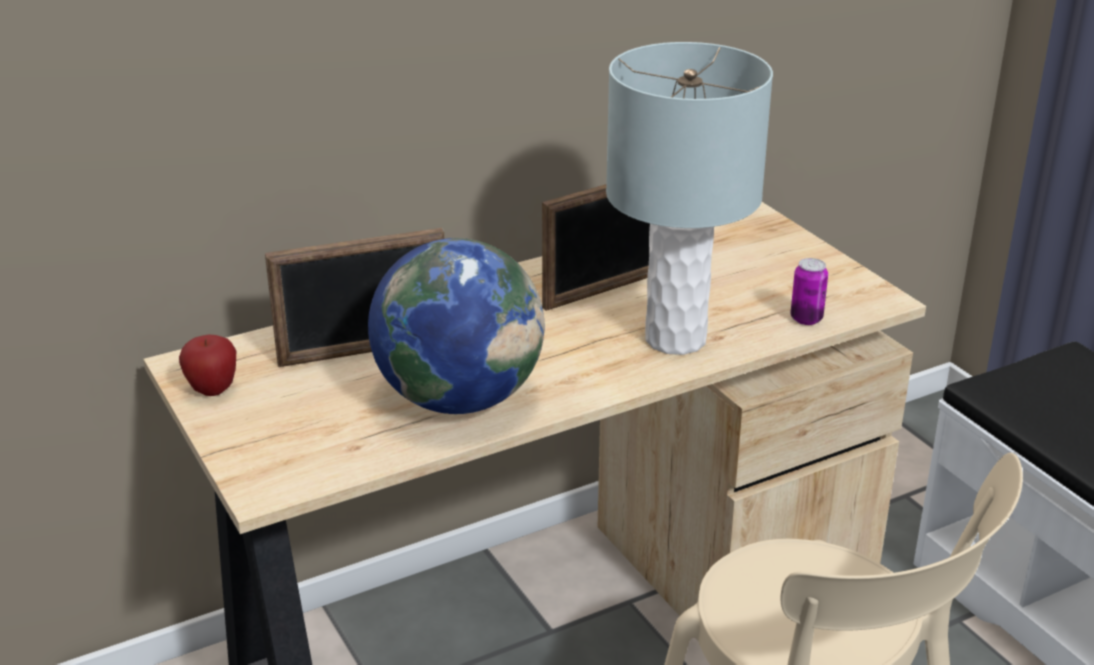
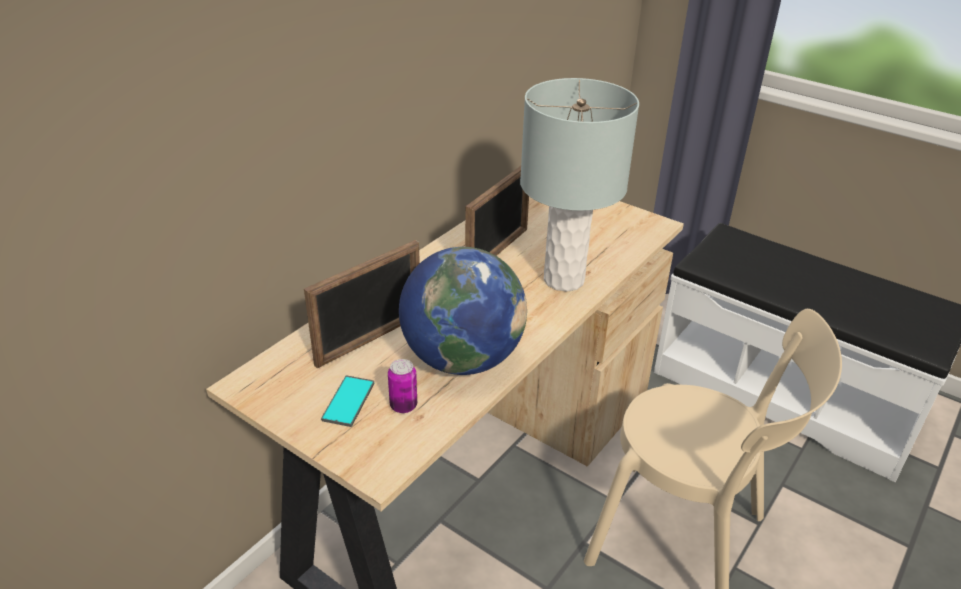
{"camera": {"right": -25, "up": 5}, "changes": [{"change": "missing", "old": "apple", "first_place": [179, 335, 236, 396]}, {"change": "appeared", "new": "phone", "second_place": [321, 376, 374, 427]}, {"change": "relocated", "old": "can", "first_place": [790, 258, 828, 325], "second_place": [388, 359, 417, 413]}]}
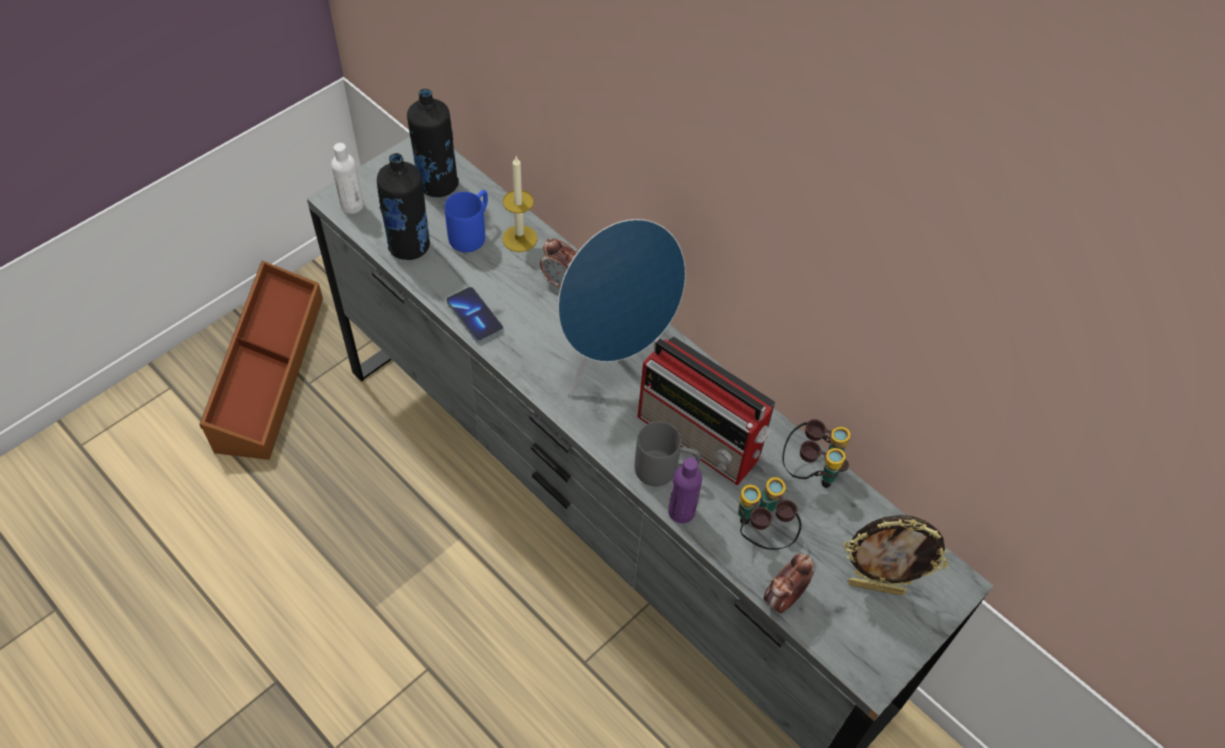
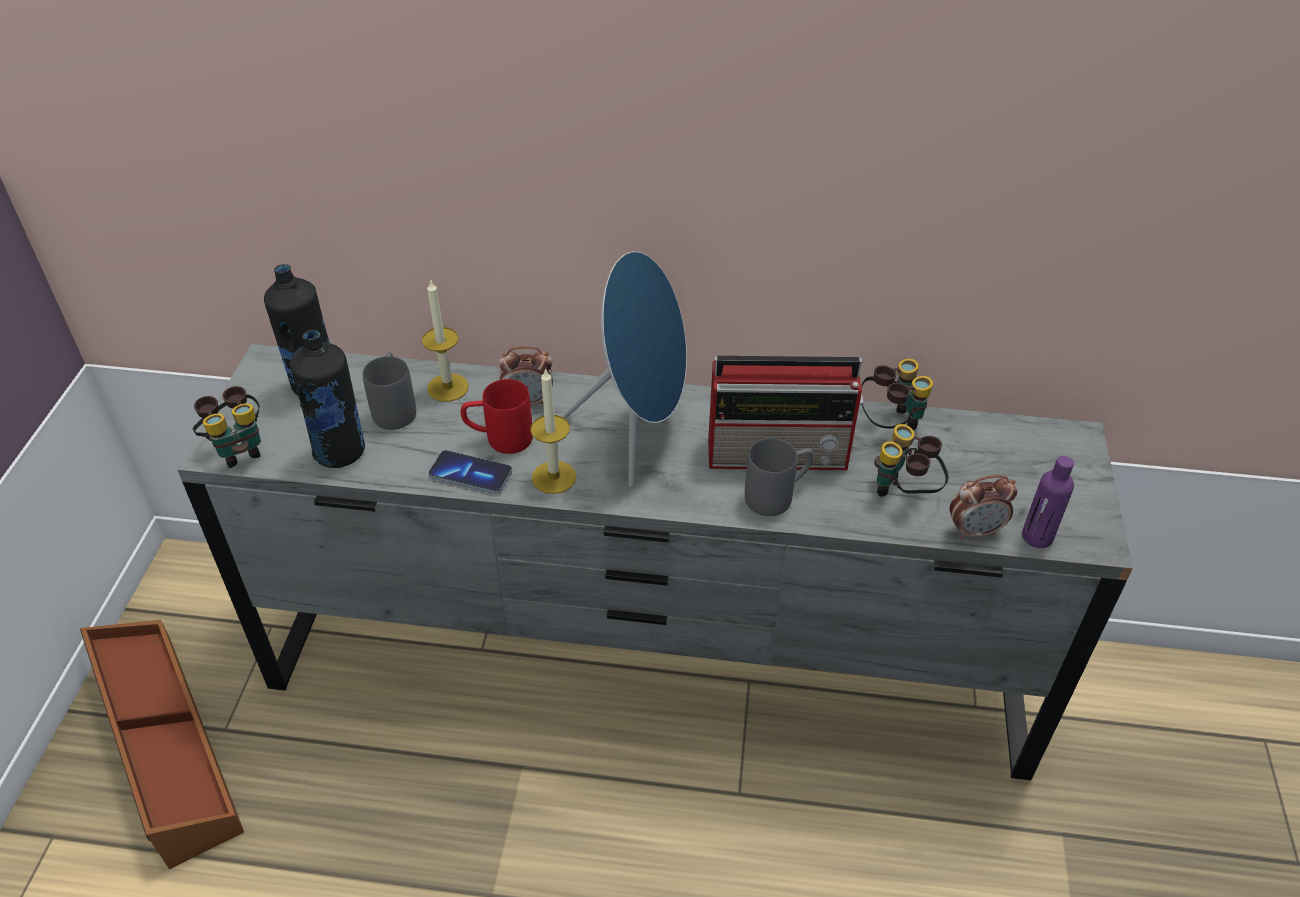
{"camera": {"right": -35, "up": -10}, "changes": [{"change": "missing", "old": "picture frame", "first_place": [843, 515, 949, 595]}, {"change": "appeared", "new": "red mug", "second_place": [461, 379, 533, 454]}, {"change": "appeared", "new": "candle", "second_place": [530, 368, 576, 494]}, {"change": "relocated", "old": "purple bottle", "first_place": [668, 457, 702, 523], "second_place": [1022, 456, 1074, 548]}, {"change": "exchanged", "old": "white bottle", "new": "binoculars", "first_place": [331, 143, 364, 214], "second_place": [193, 386, 261, 468]}, {"change": "colour", "old": "blue mug", "new": "grey mug", "first_place": [445, 190, 488, 252], "second_place": [362, 352, 416, 430]}, {"change": "spun", "old": "alarm clock", "first_place": [764, 554, 814, 614], "second_place": [949, 475, 1018, 540], "degrees": -105}]}
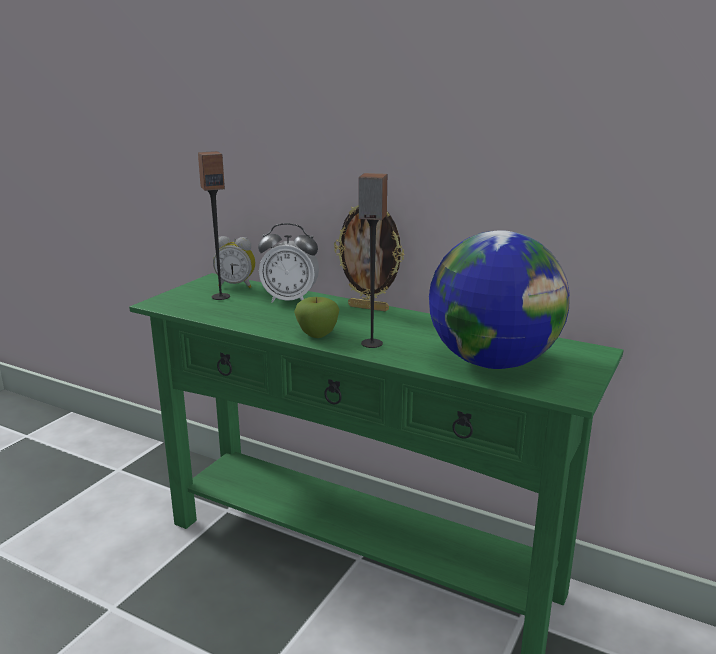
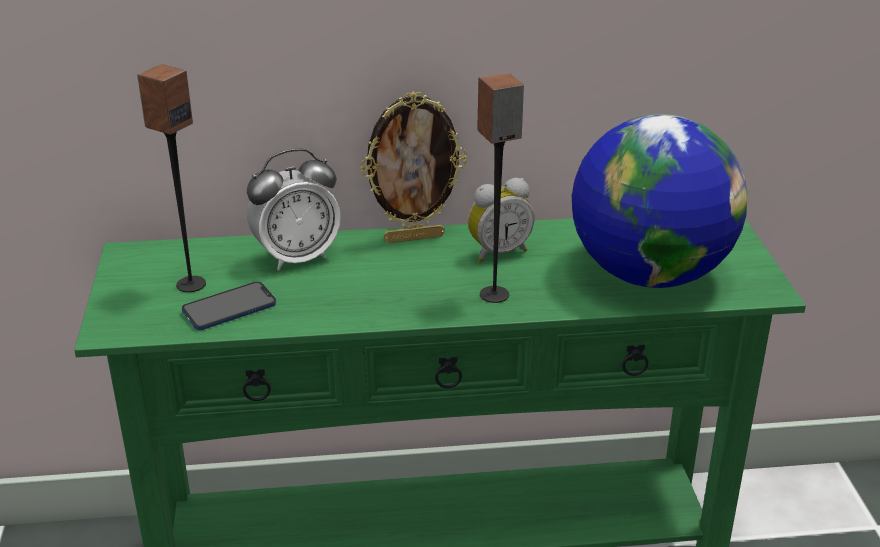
{"camera": {"right": -35, "up": 10}, "changes": [{"change": "missing", "old": "apple", "first_place": [294, 297, 340, 338]}, {"change": "appeared", "new": "phone", "second_place": [182, 282, 276, 330]}, {"change": "relocated", "old": "alarm clock", "first_place": [213, 236, 256, 288], "second_place": [468, 178, 535, 263]}]}
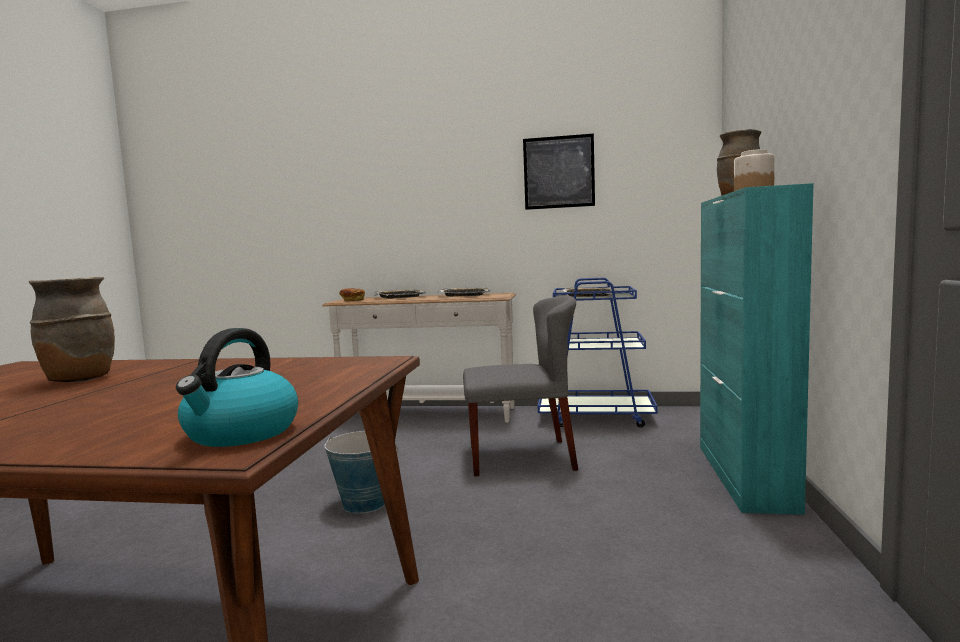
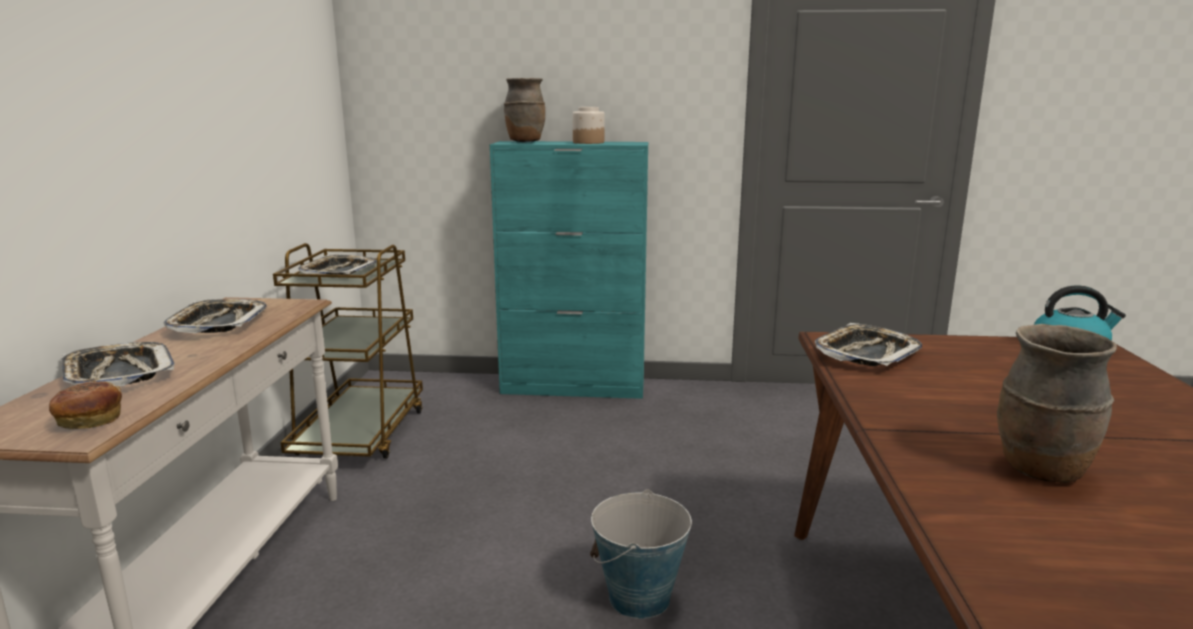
{"camera": {"right": -95, "up": 10}, "changes": [{"change": "missing", "old": "grey chair", "first_place": [463, 296, 578, 477]}, {"change": "missing", "old": "picture", "first_place": [523, 134, 595, 210]}, {"change": "appeared", "new": "tray", "second_place": [815, 323, 922, 366]}, {"change": "colour", "old": "blue cart", "new": "brown cart", "first_place": [538, 278, 658, 428], "second_place": [273, 243, 423, 459]}]}
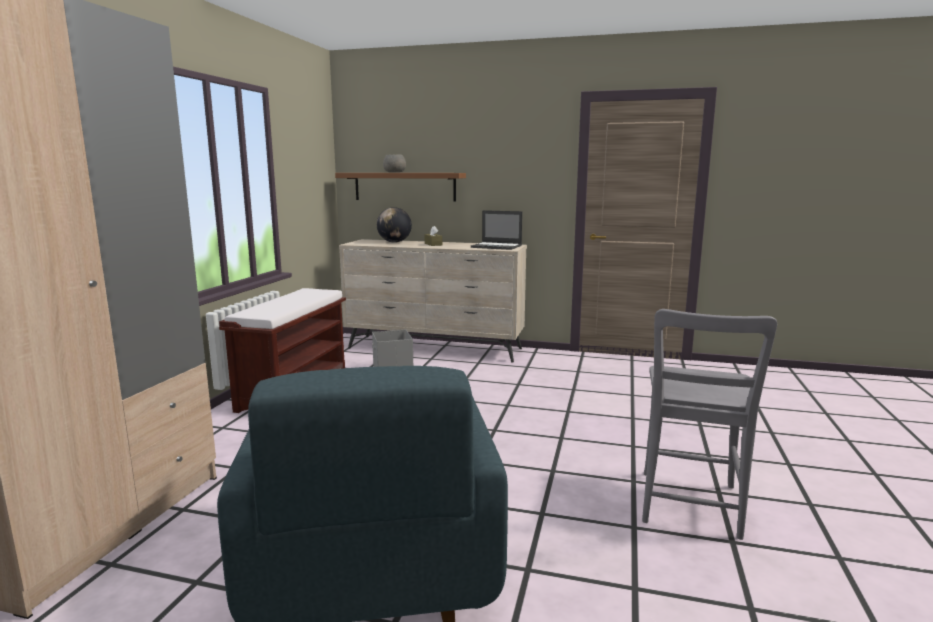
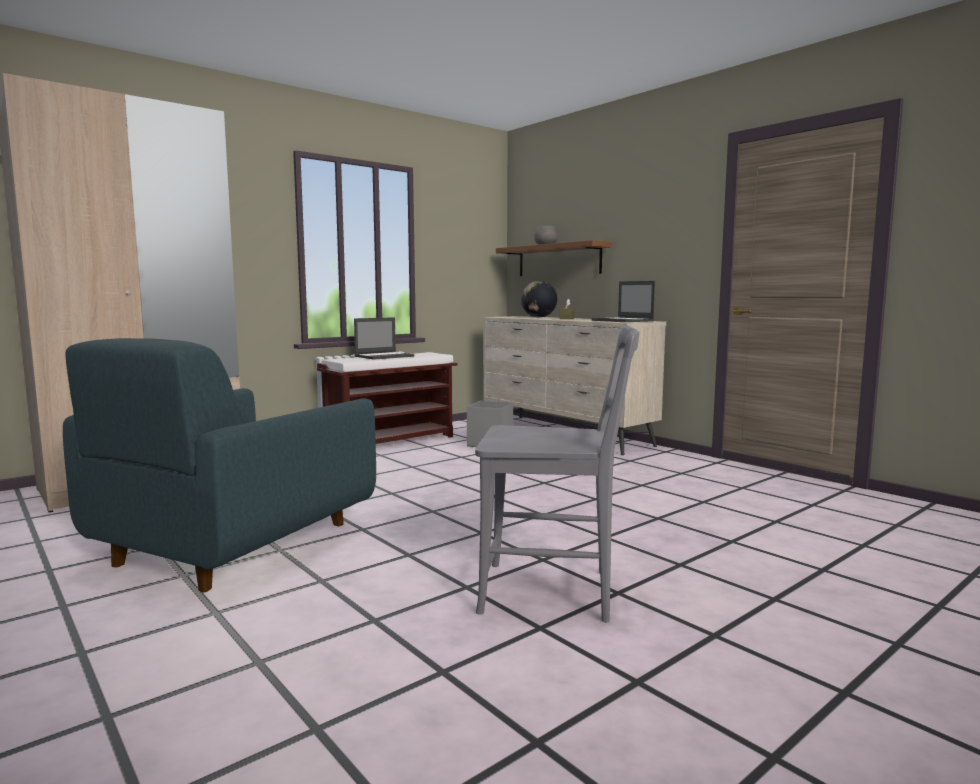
{"camera": {"right": 35, "up": -5}, "changes": [{"change": "appeared", "new": "laptop", "second_place": [354, 317, 415, 359]}, {"change": "spun", "old": "grey chair", "first_place": [642, 309, 777, 540], "second_place": [475, 325, 640, 622], "degrees": -135}]}
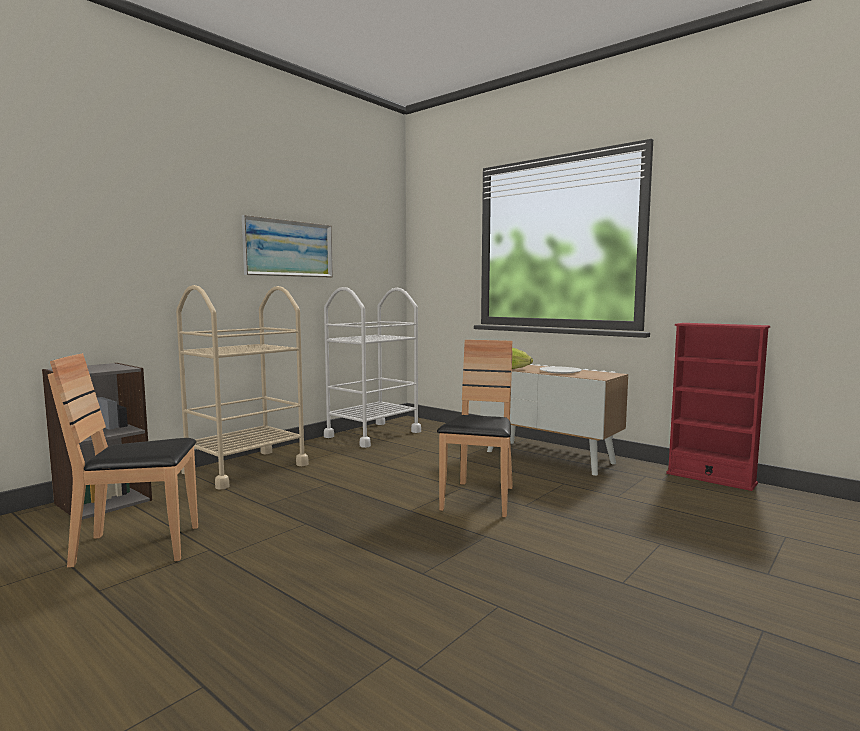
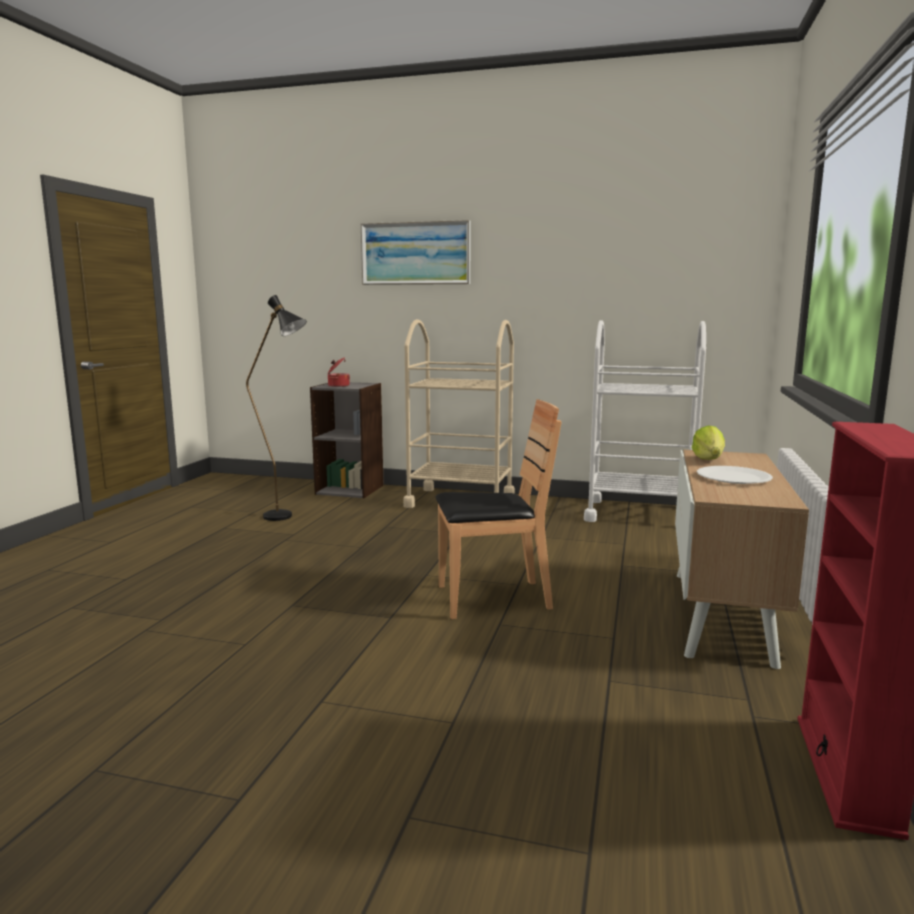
{"camera": {"right": 65, "up": 5}, "changes": [{"change": "appeared", "new": "cooking pot", "second_place": [328, 357, 350, 387]}, {"change": "relocated", "old": "picture", "first_place": [242, 215, 333, 277], "second_place": [361, 220, 471, 285]}, {"change": "exchanged", "old": "brown chair", "new": "black floor lamp", "first_place": [48, 353, 198, 568], "second_place": [246, 295, 307, 521]}]}
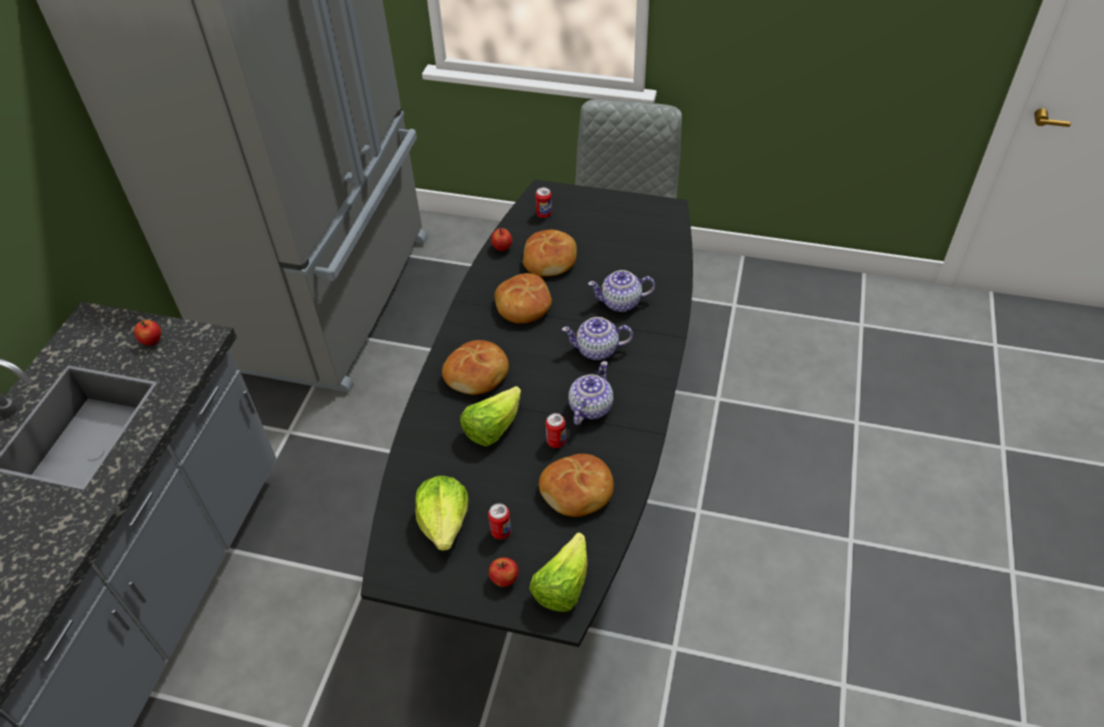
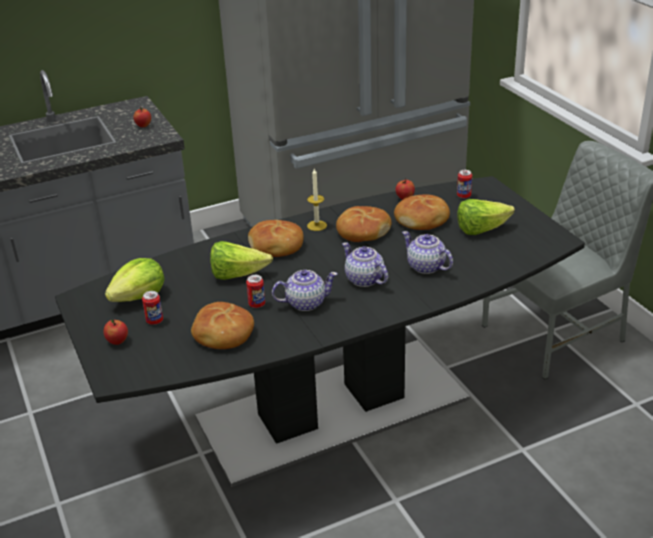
{"camera": {"right": 50, "up": -15}, "changes": [{"change": "appeared", "new": "candle", "second_place": [307, 169, 327, 231]}, {"change": "relocated", "old": "lettuce", "first_place": [529, 533, 588, 612], "second_place": [457, 199, 515, 235]}]}
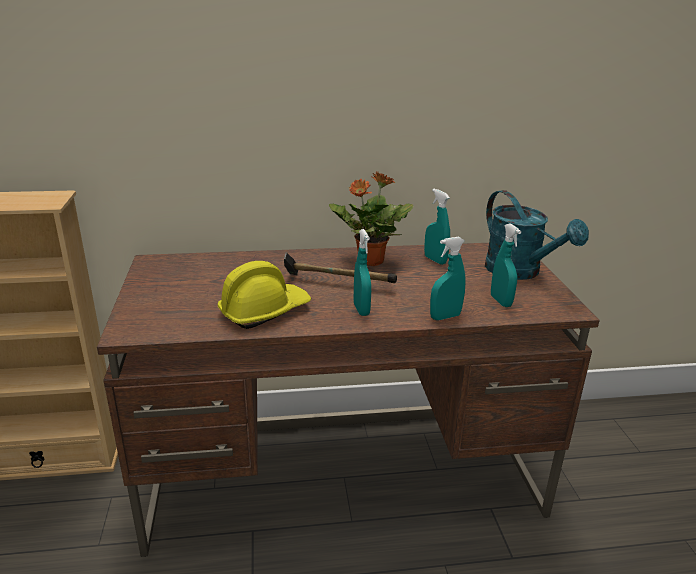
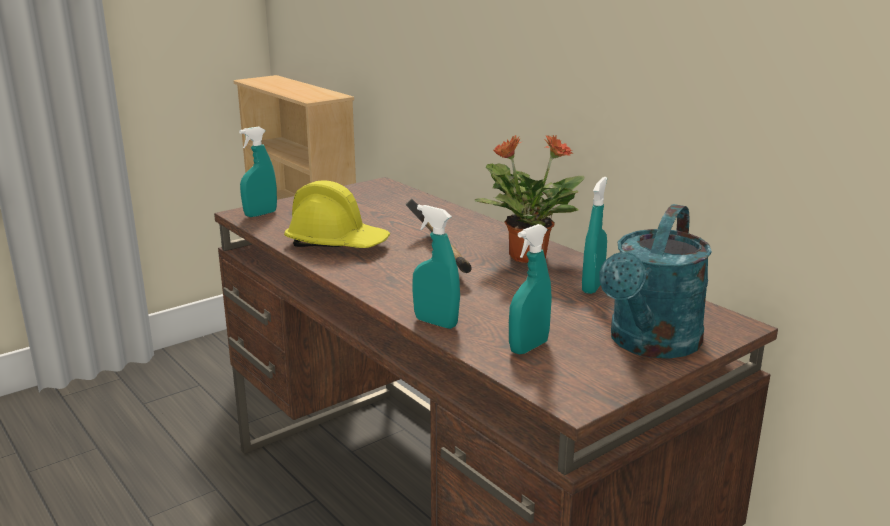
{"camera": {"right": 60, "up": -5}, "changes": [{"change": "relocated", "old": "turquoise spray bottle", "first_place": [354, 229, 371, 316], "second_place": [239, 127, 277, 217]}]}
